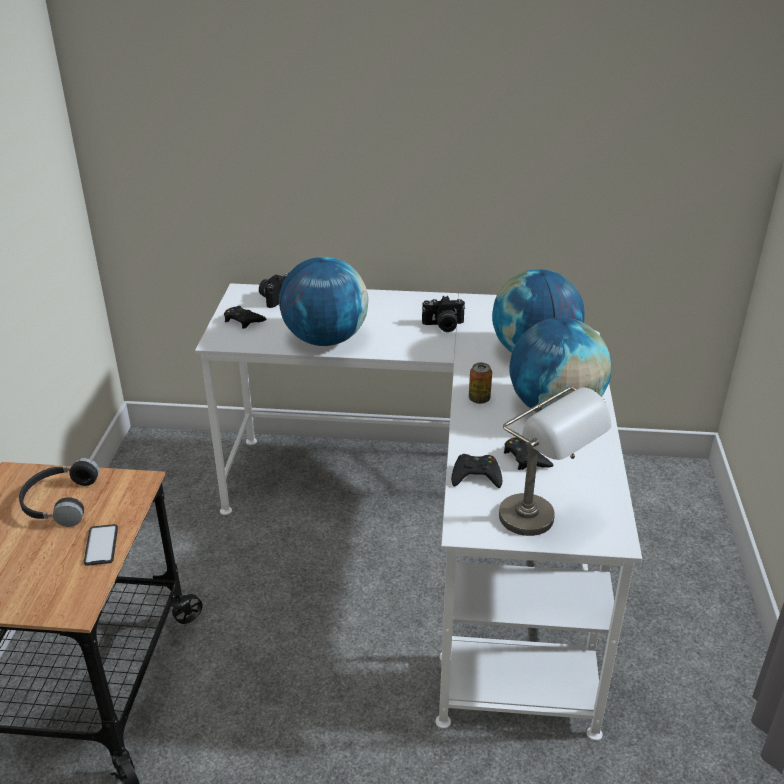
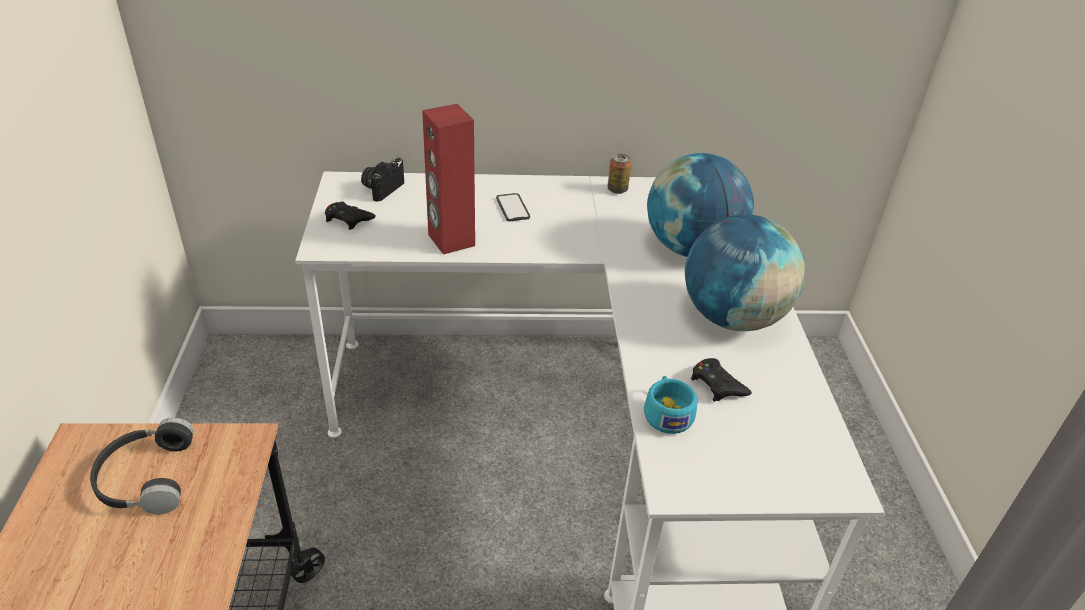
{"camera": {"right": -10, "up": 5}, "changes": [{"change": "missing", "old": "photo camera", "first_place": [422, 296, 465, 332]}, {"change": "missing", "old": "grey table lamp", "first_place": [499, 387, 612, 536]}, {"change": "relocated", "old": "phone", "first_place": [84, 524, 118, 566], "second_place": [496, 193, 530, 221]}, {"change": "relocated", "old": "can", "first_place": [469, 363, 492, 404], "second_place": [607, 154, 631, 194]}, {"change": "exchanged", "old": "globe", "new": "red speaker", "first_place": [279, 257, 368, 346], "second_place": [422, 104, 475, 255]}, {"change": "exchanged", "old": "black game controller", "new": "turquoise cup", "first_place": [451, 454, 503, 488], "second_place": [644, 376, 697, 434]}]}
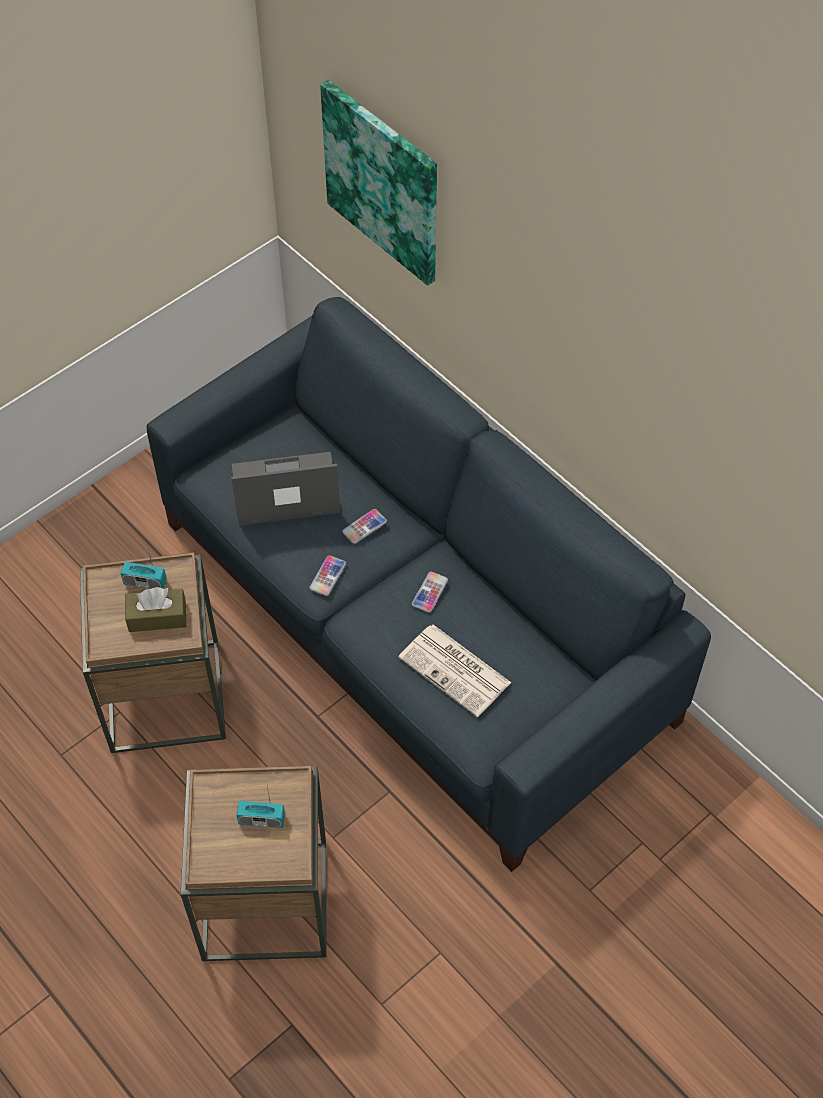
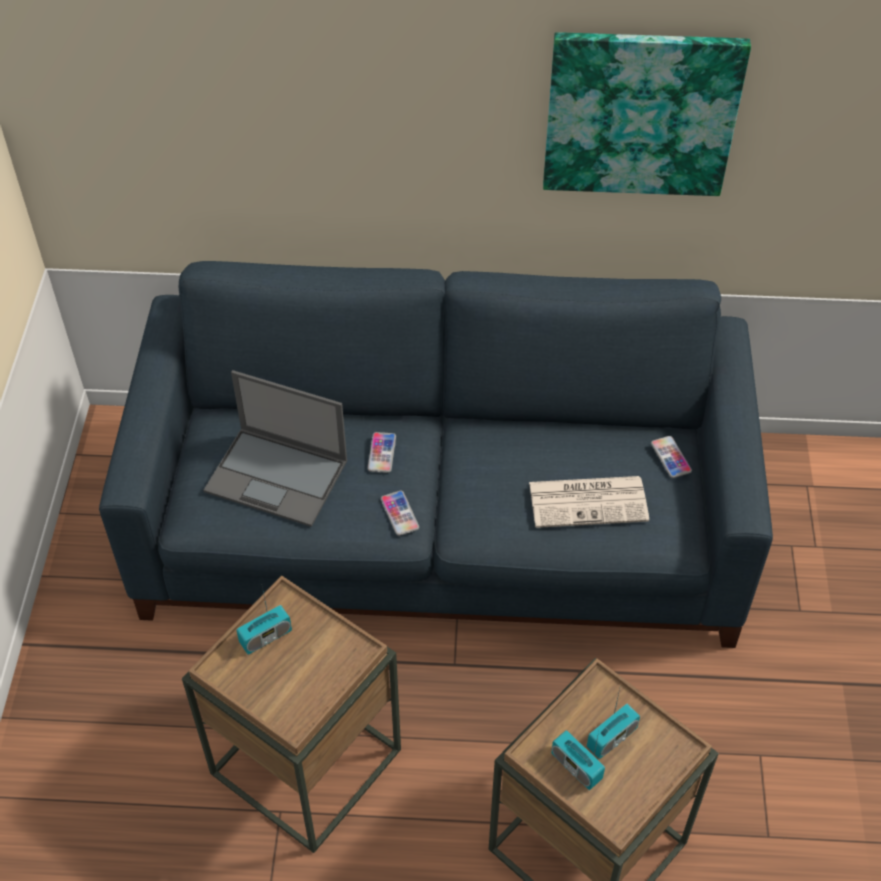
{"camera": {"right": -45, "up": -5}, "changes": [{"change": "missing", "old": "brown tissue box", "first_place": [125, 587, 186, 632]}, {"change": "appeared", "new": "radio", "second_place": [551, 730, 605, 790]}, {"change": "relocated", "old": "picture", "first_place": [320, 80, 437, 286], "second_place": [543, 32, 751, 196]}, {"change": "relocated", "old": "phone", "first_place": [412, 572, 448, 613], "second_place": [651, 436, 692, 478]}, {"change": "spun", "old": "laptop", "first_place": [231, 452, 340, 526], "second_place": [203, 370, 347, 527], "degrees": -105}]}
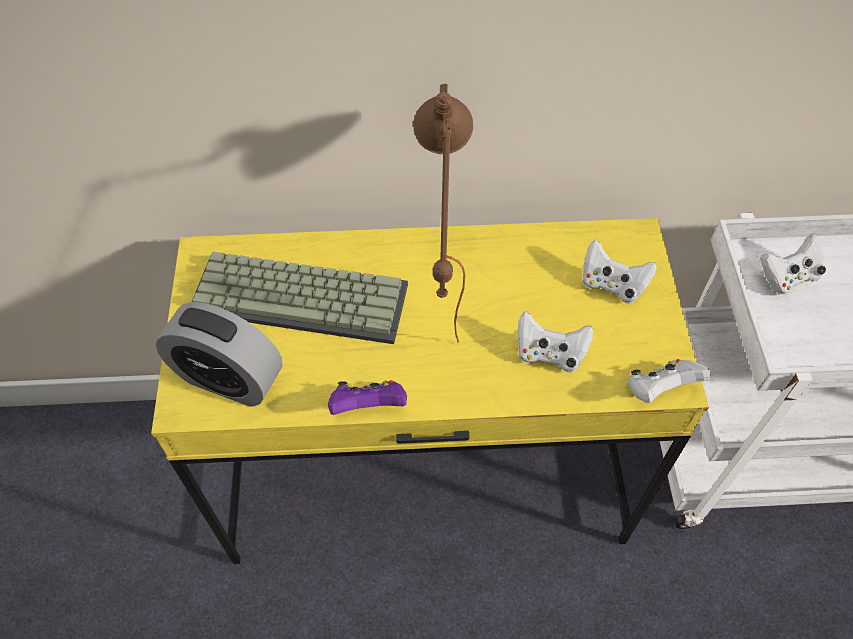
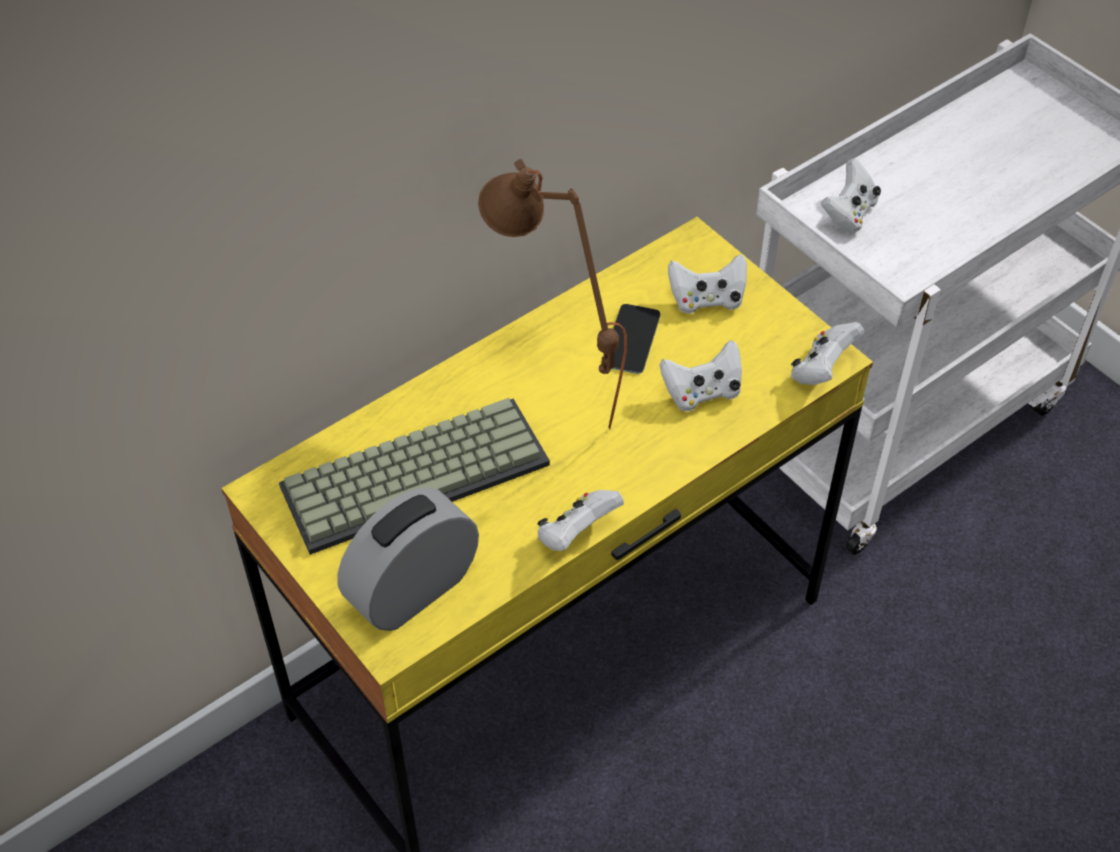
{"camera": {"right": -35, "up": -5}, "changes": [{"change": "appeared", "new": "phone", "second_place": [611, 304, 660, 374]}, {"change": "colour", "old": "purple game controller", "new": "white game controller", "first_place": [328, 380, 407, 415], "second_place": [537, 490, 624, 551]}, {"change": "spun", "old": "alarm clock", "first_place": [156, 302, 282, 406], "second_place": [337, 487, 479, 631], "degrees": 150}]}
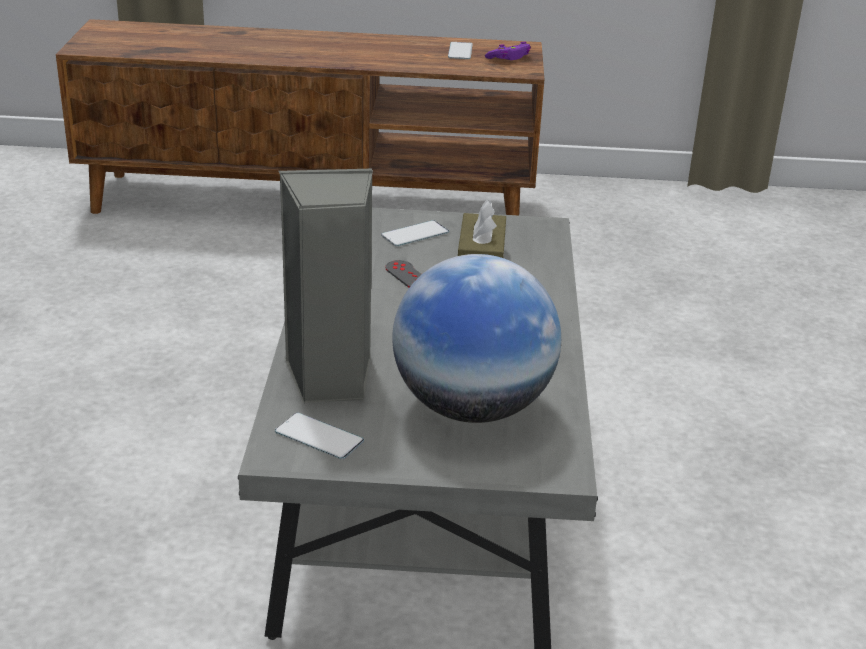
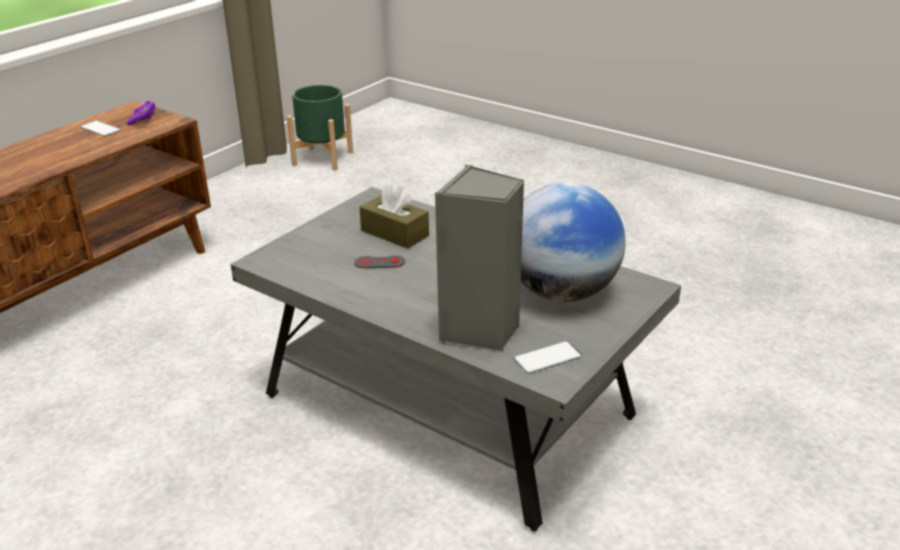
{"camera": {"right": -55, "up": 0}, "changes": [{"change": "missing", "old": "phone", "first_place": [381, 220, 449, 246]}, {"change": "appeared", "new": "green planter", "second_place": [287, 85, 353, 171]}]}
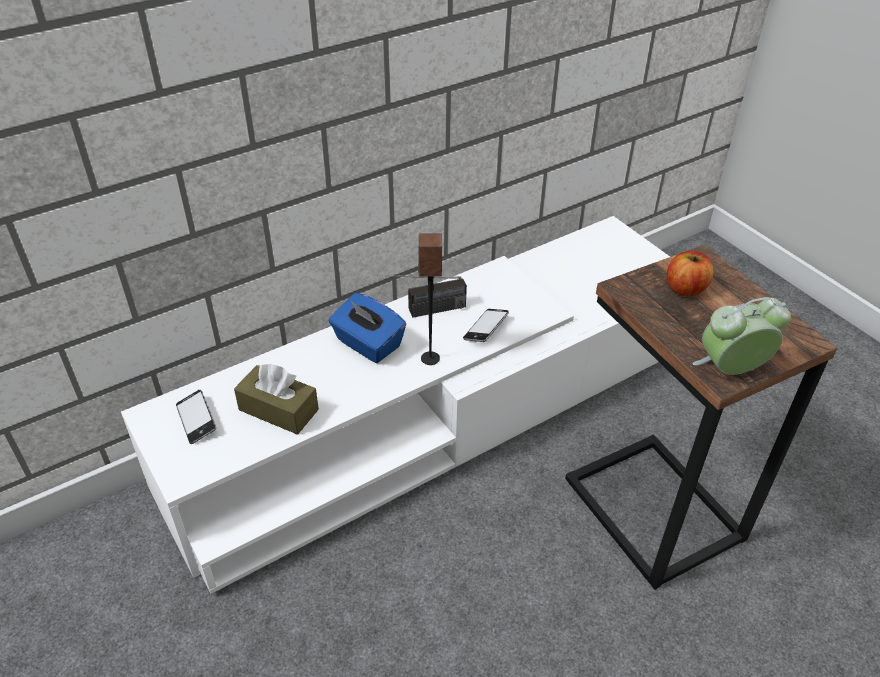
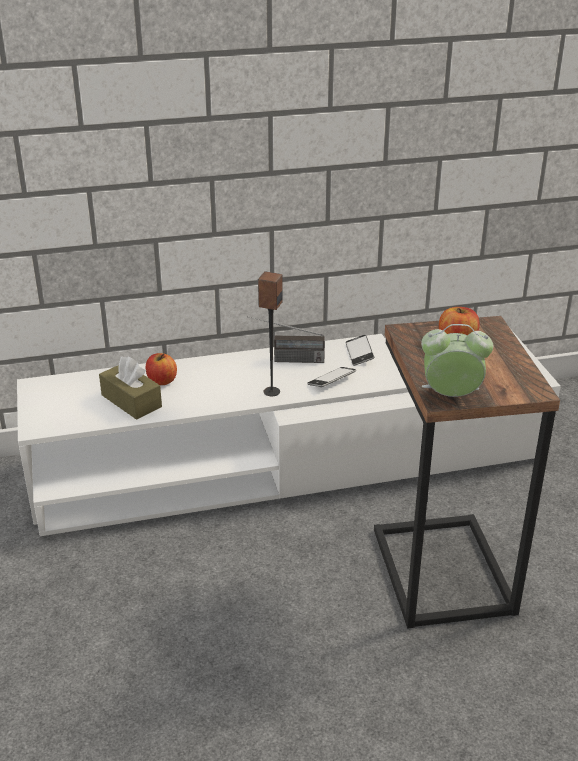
{"camera": {"right": 20, "up": -10}, "changes": [{"change": "missing", "old": "blue tissue box", "first_place": [329, 293, 406, 363]}, {"change": "appeared", "new": "apple", "second_place": [146, 353, 177, 385]}, {"change": "relocated", "old": "phone", "first_place": [176, 390, 216, 444], "second_place": [345, 335, 374, 366]}]}
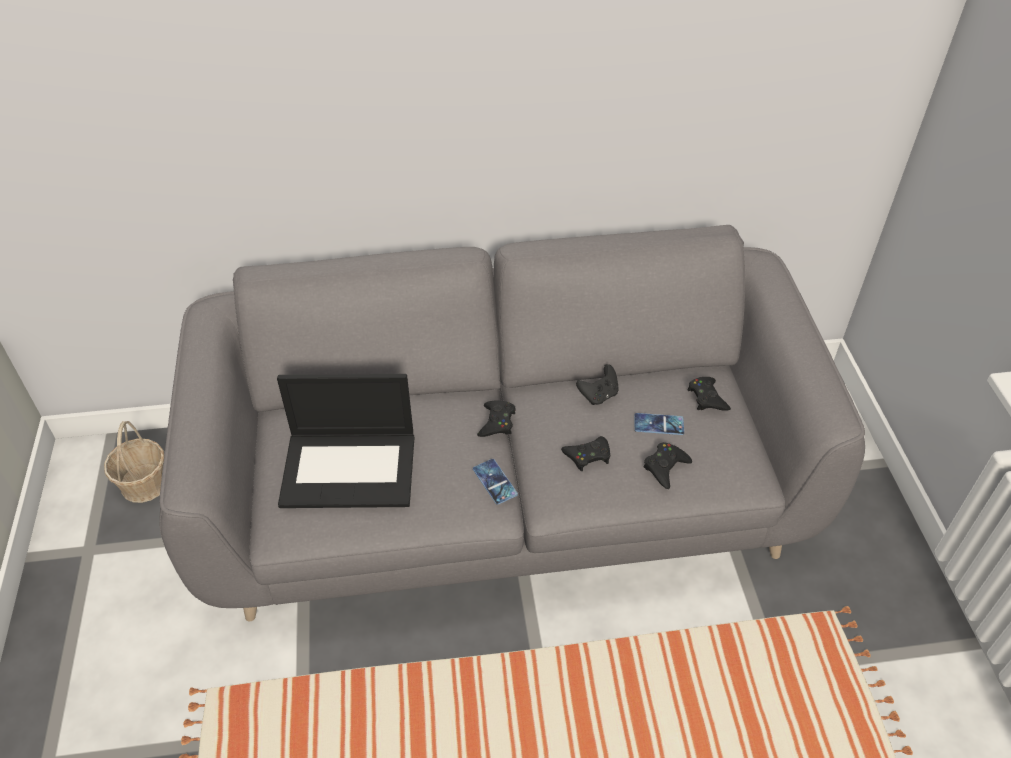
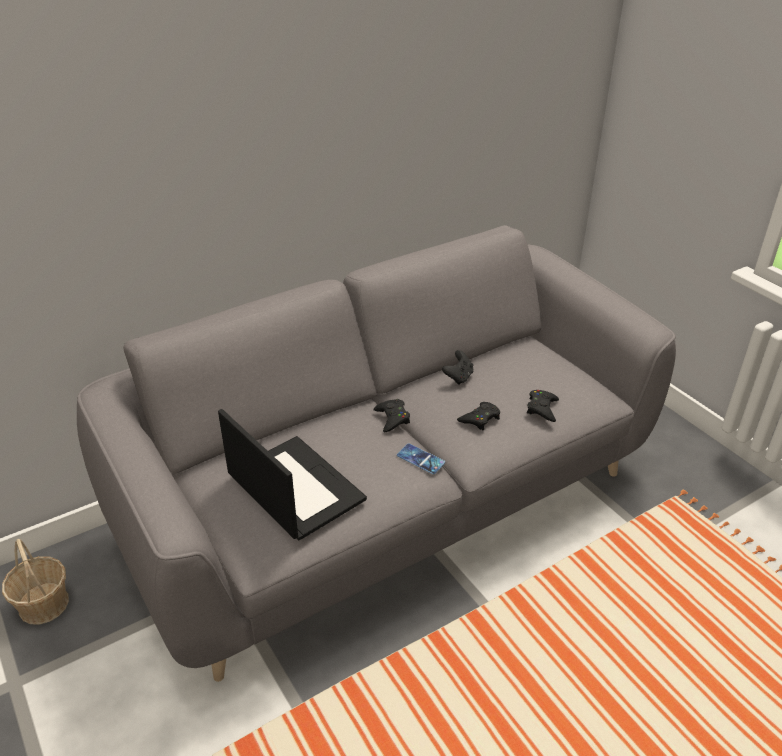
{"camera": {"right": -25, "up": -10}, "changes": [{"change": "missing", "old": "phone", "first_place": [634, 413, 684, 435]}, {"change": "missing", "old": "black game controller", "first_place": [688, 377, 731, 411]}, {"change": "spun", "old": "laptop", "first_place": [277, 374, 414, 508], "second_place": [218, 409, 367, 540], "degrees": -105}]}
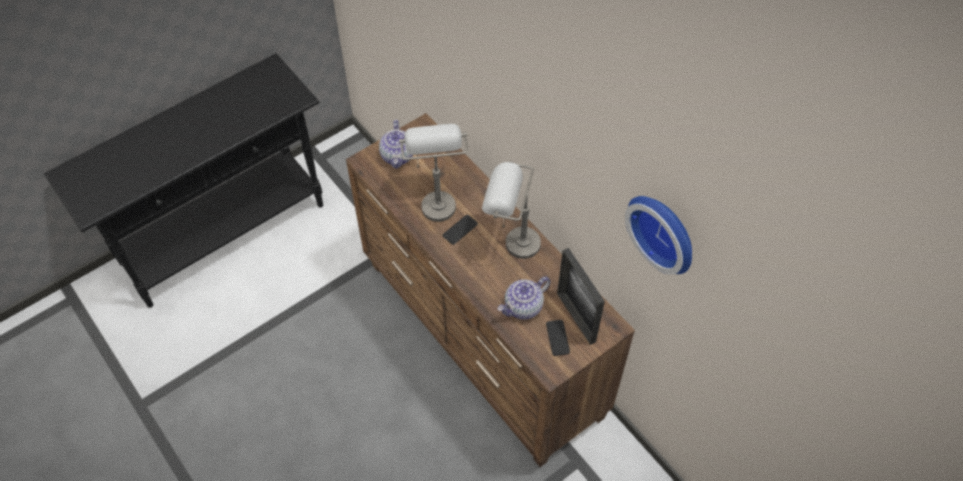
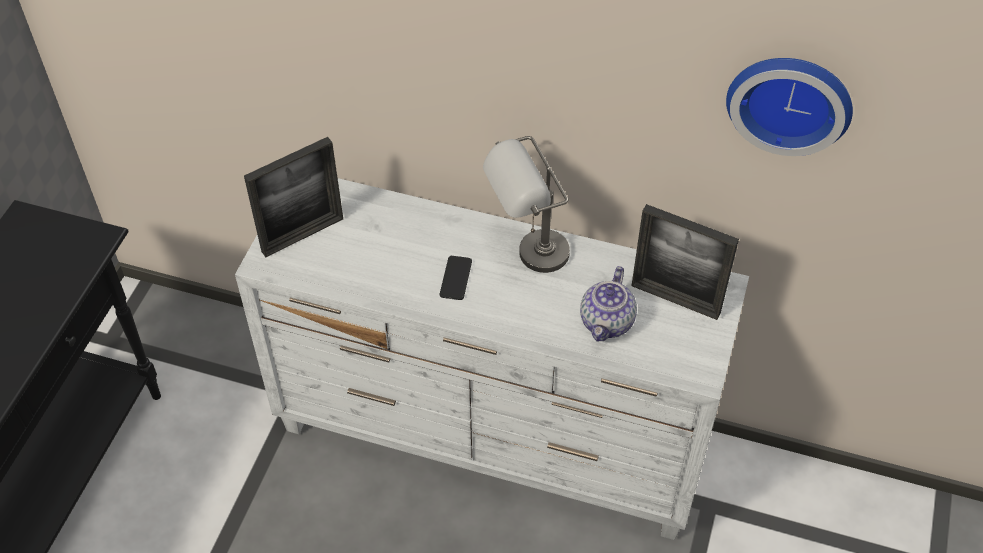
{"camera": {"right": -35, "up": -5}, "changes": [{"change": "missing", "old": "grey table lamp", "first_place": [399, 124, 468, 222]}, {"change": "missing", "old": "phone", "first_place": [546, 320, 570, 356]}, {"change": "exchanged", "old": "teapot", "new": "picture frame", "first_place": [379, 120, 413, 169], "second_place": [244, 137, 343, 257]}, {"change": "colour", "old": "brown dresser", "new": "white dresser", "first_place": [346, 113, 635, 467], "second_place": [235, 178, 749, 540]}]}
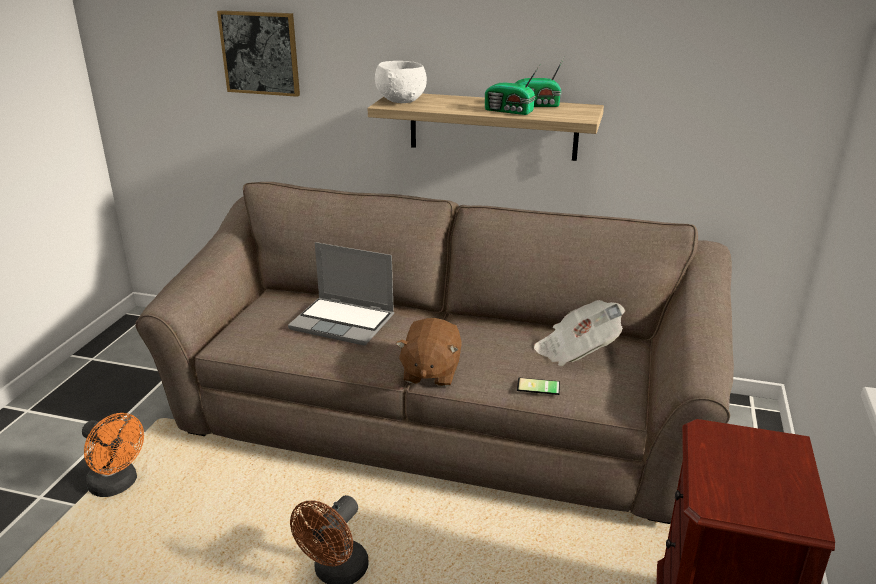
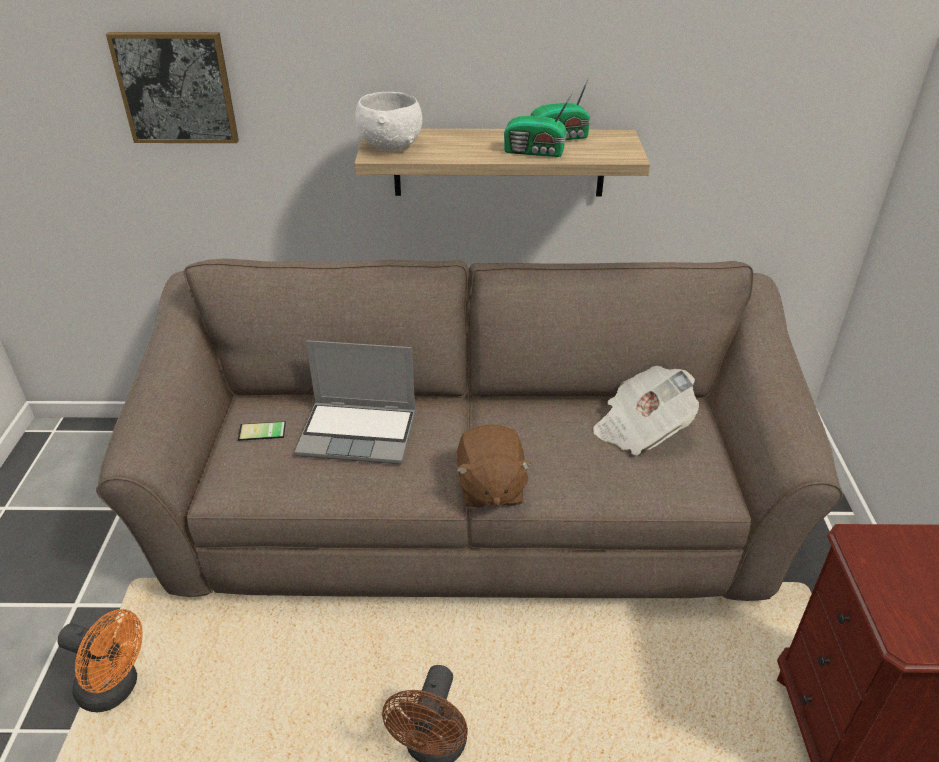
{"camera": {"right": -15, "up": 10}, "changes": [{"change": "relocated", "old": "phone", "first_place": [517, 377, 560, 395], "second_place": [238, 421, 286, 441]}]}
